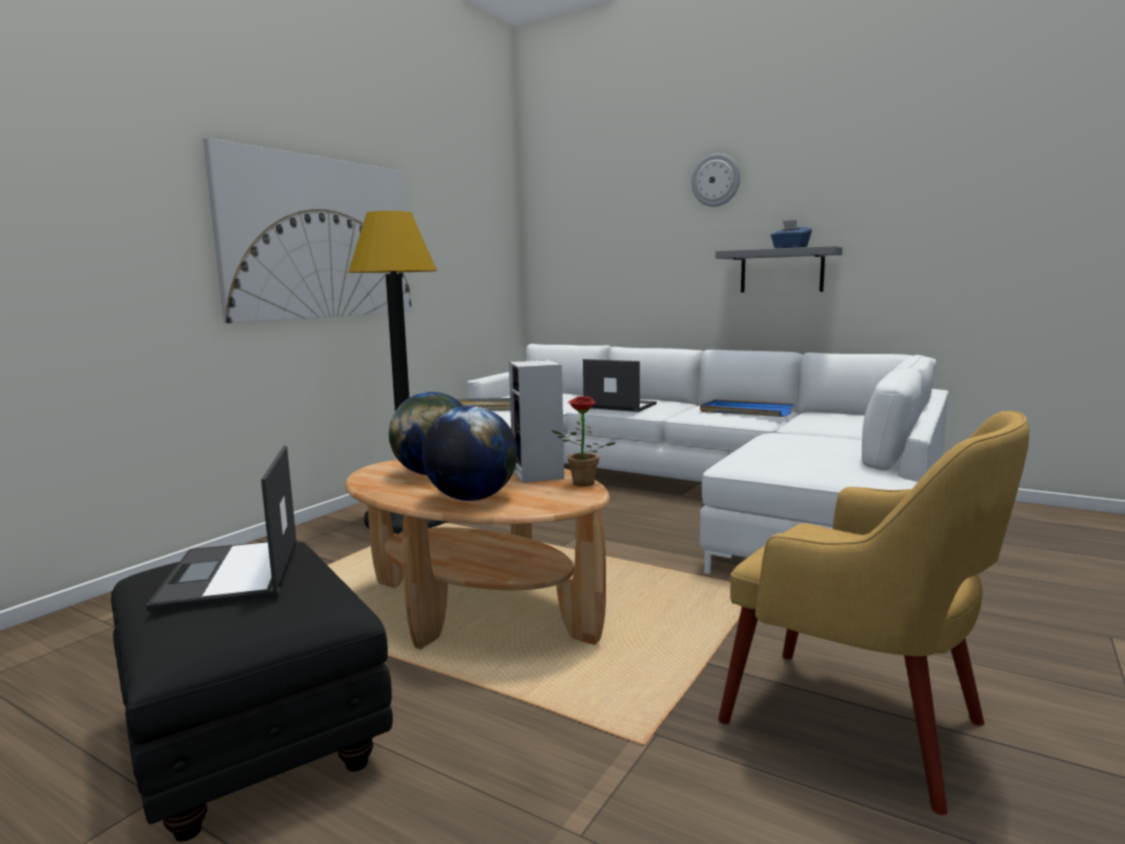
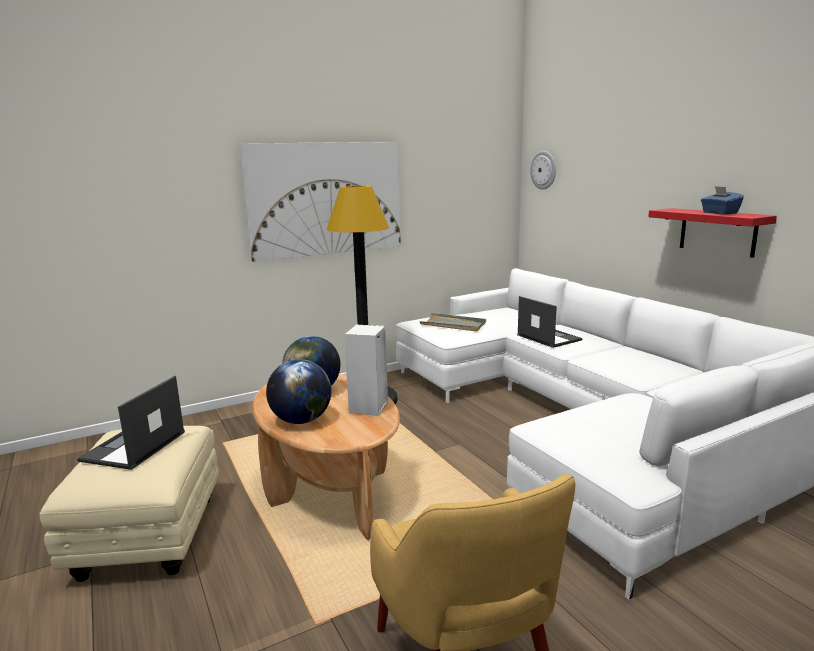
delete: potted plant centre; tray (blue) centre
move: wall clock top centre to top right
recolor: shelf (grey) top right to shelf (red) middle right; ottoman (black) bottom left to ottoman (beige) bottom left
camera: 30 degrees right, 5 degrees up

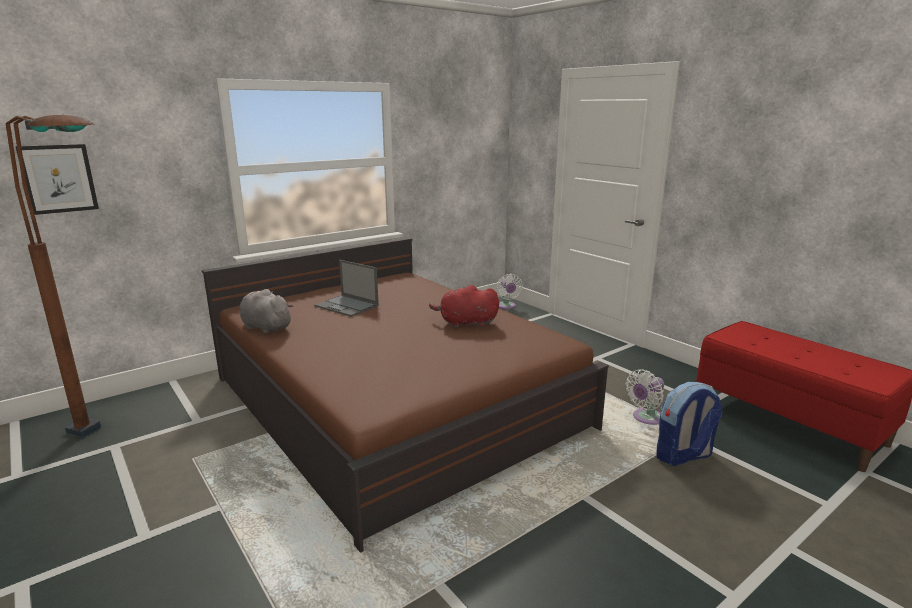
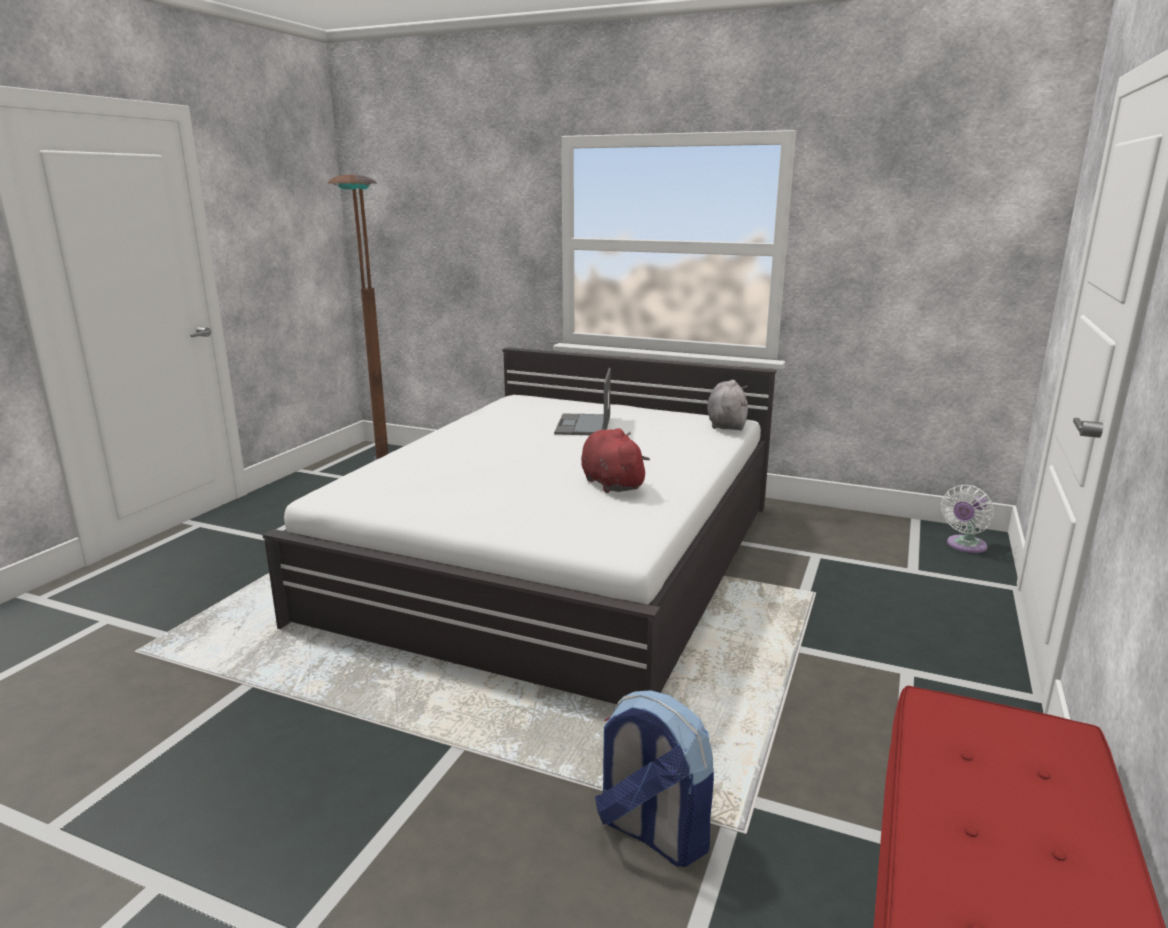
delete: picture top left; fan (white) (2nd from left) middle right
move: plush toy (grey) middle left to centre
recolor: bed (brown) centre to bed (white) centre
camera: 60 degrees right, 0 degrees up

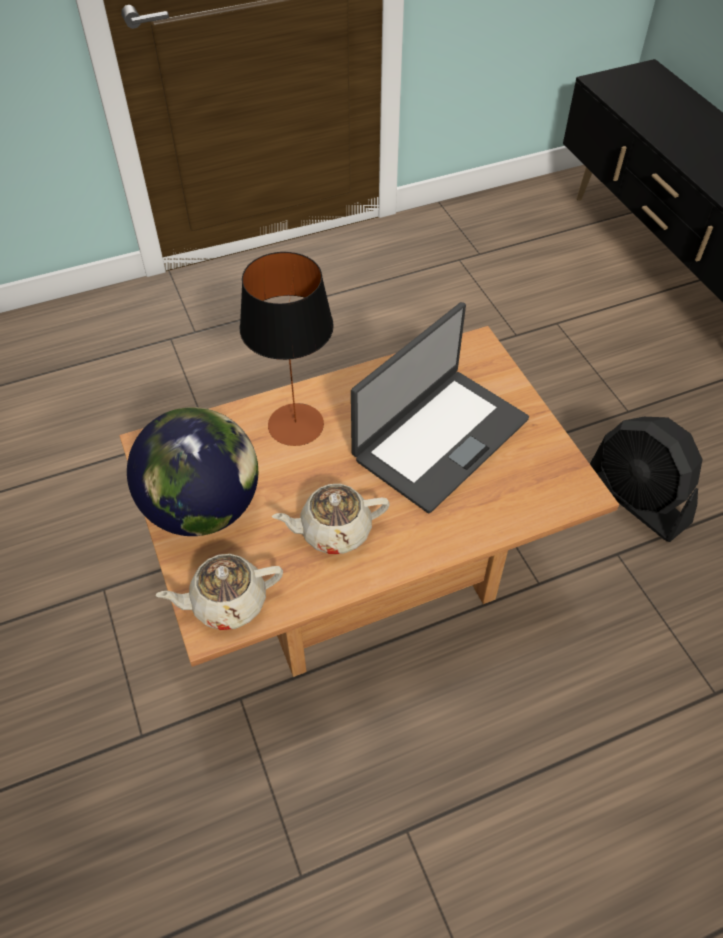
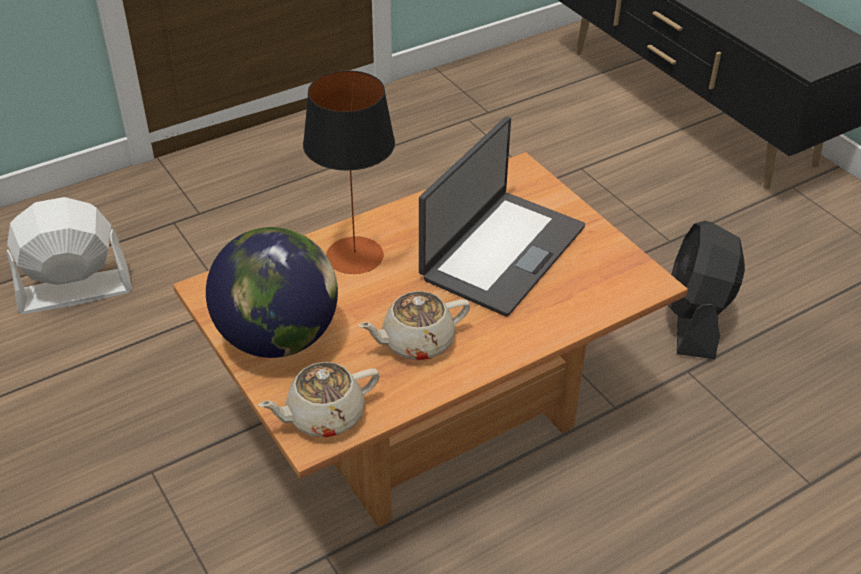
insert: fan (white) middle left
rotate: fan (black) middle right = middle right 60 degrees clockwise
camera: 10 degrees left, 10 degrees down

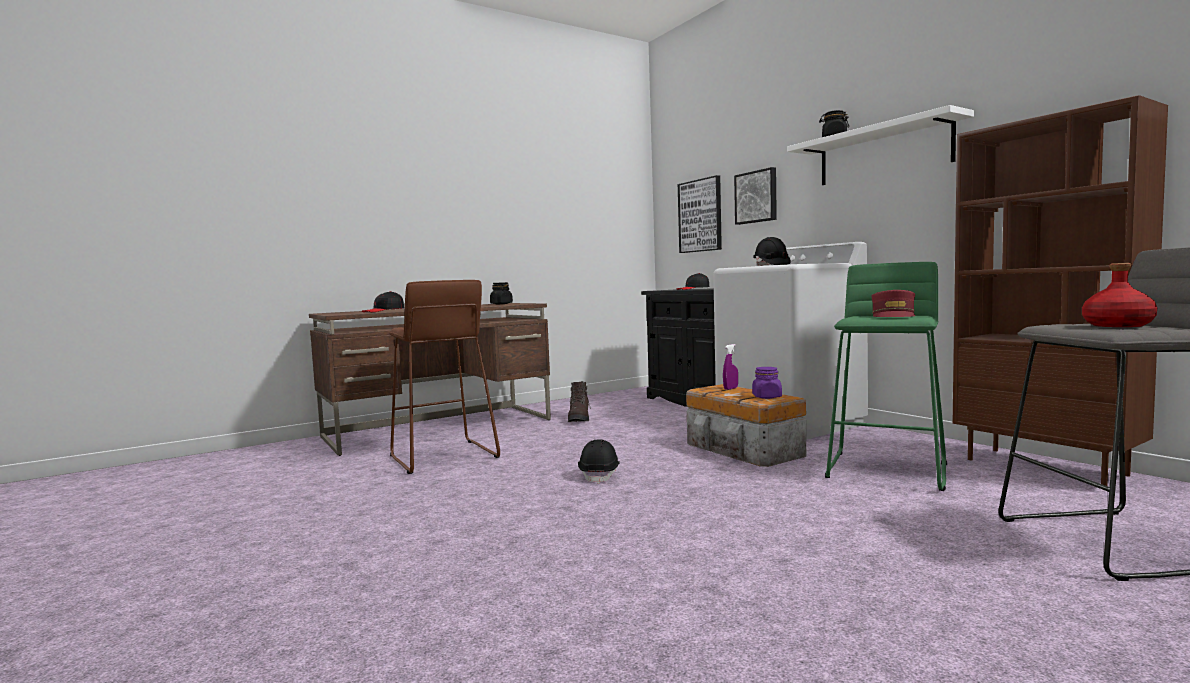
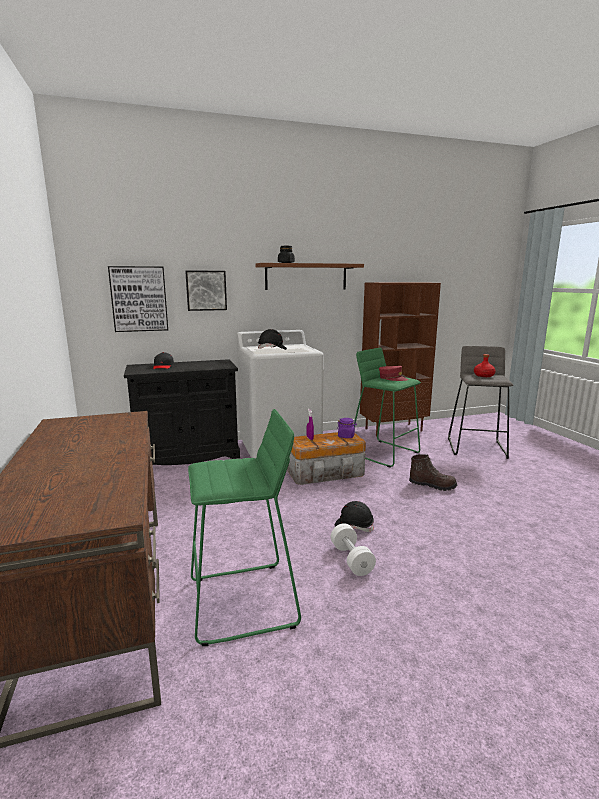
delete: jar (black) (1st from left) centre; cap (black) (1st from left) middle left
insert: dumbbell (white) bottom centre
move: boot (brown) centre to middle right
recolor: shelf (white) top right to shelf (brown) centre; stool (brown) centre to stool (green) (1st from left) centre
camera: 75 degrees left, 10 degrees up

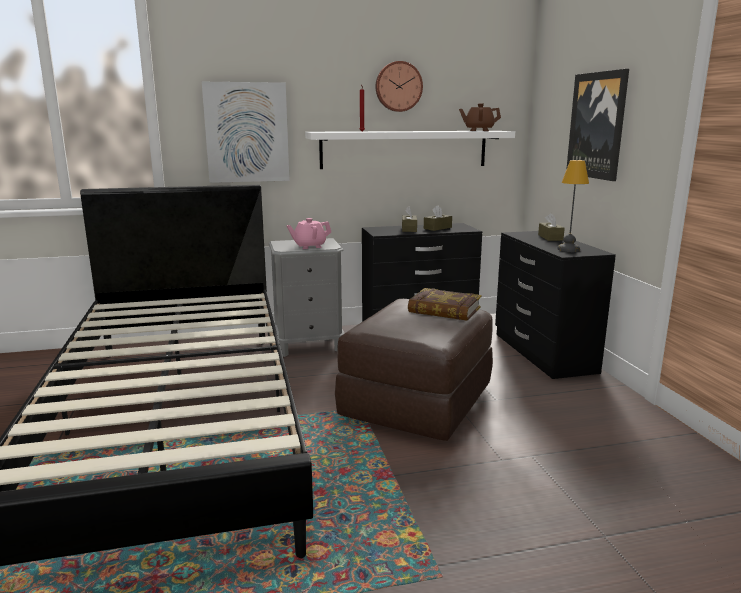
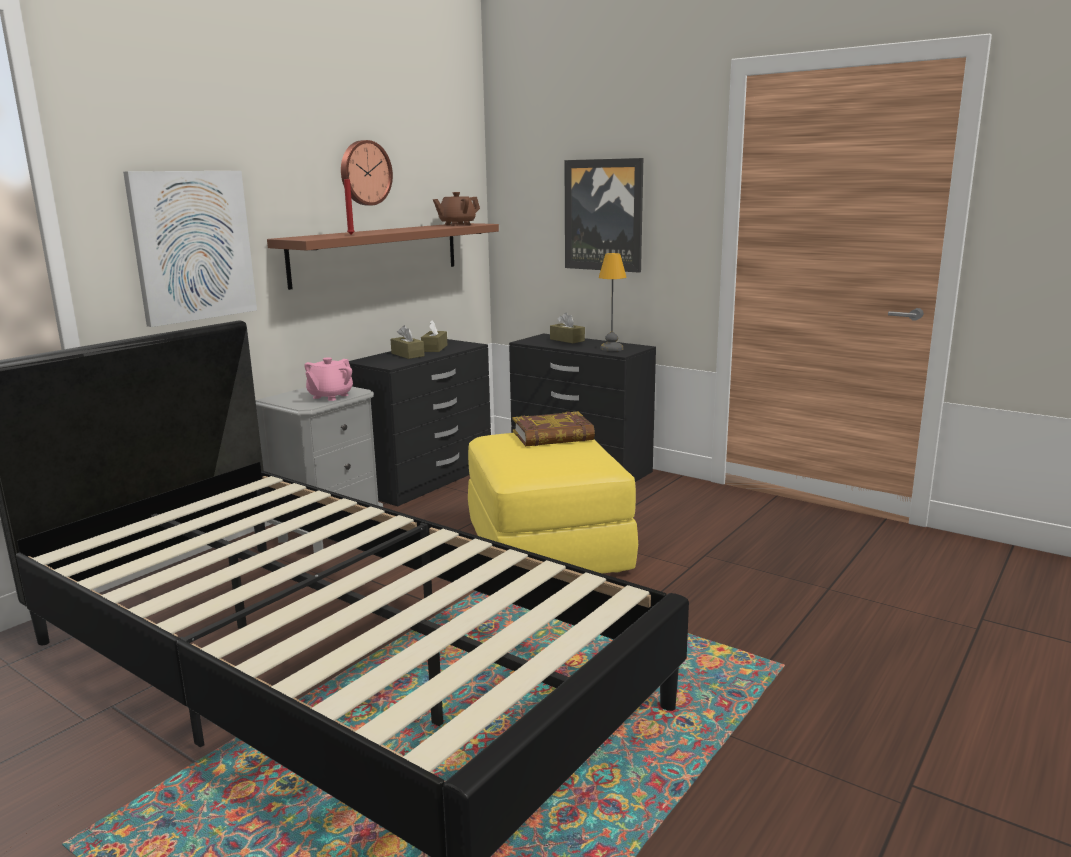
recolor: shelf (white) top centre to shelf (brown) top centre; ottoman (brown) centre to ottoman (yellow) centre
camera: 40 degrees left, 0 degrees up

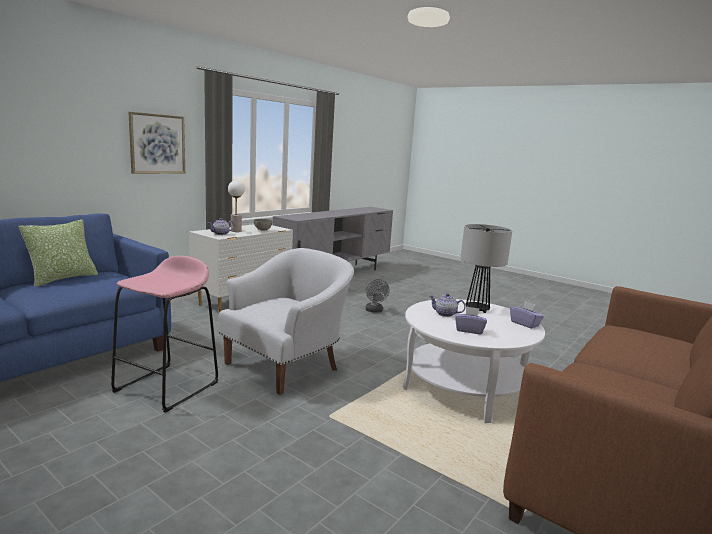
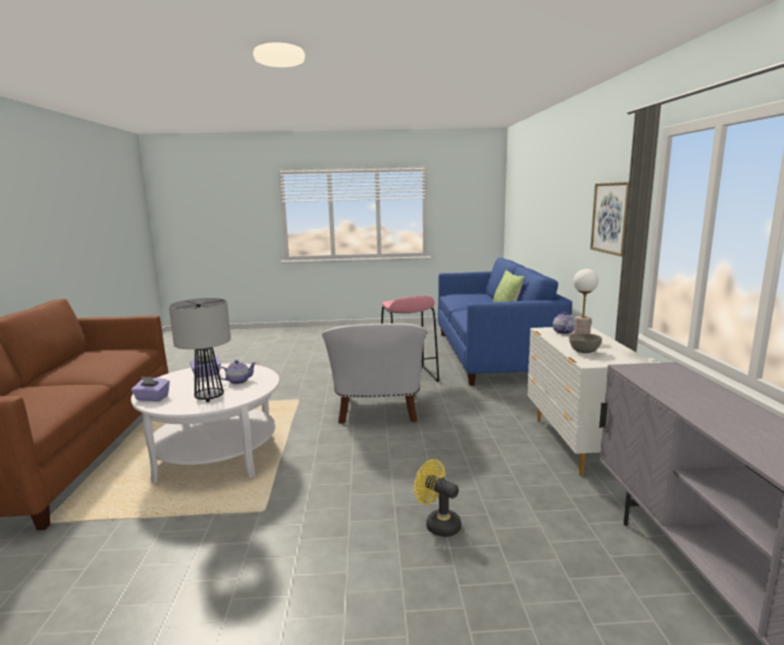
recolor: fan (grey) centre to fan (yellow) bottom centre
camera: 140 degrees right, 0 degrees up

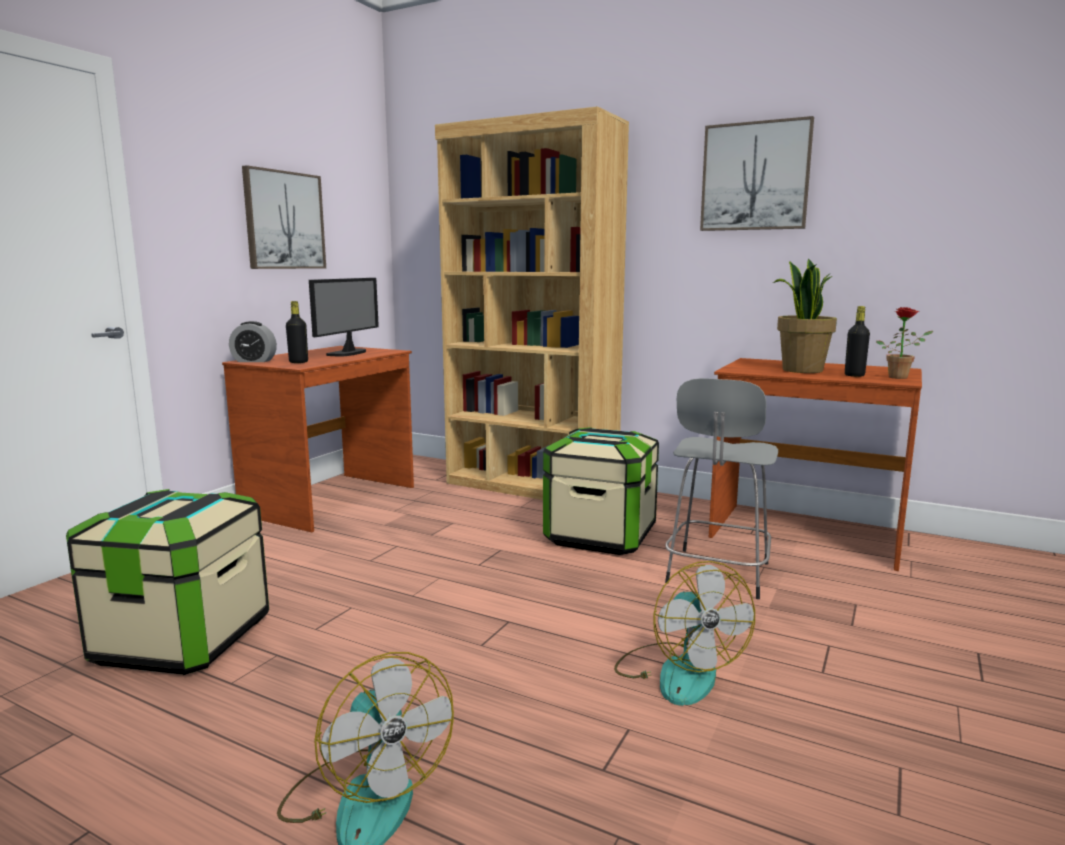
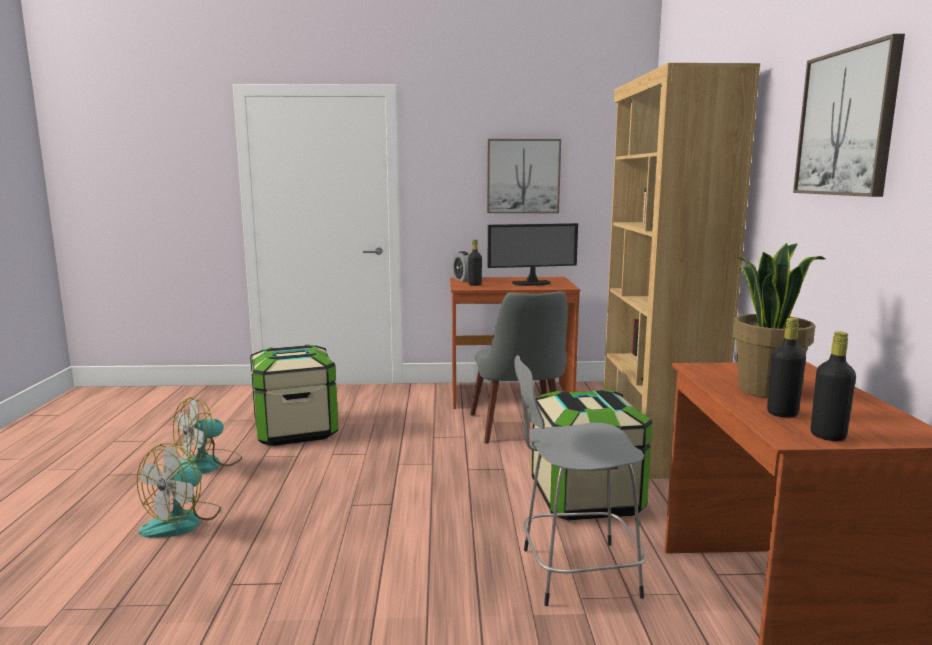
insert: chair (grey) centre
move: fan (2nd from left) bottom centre to bottom left
replace: potted plant (2nd from left) middle right to bottle (black) (3rd from left) middle right
camera: 60 degrees right, 0 degrees up

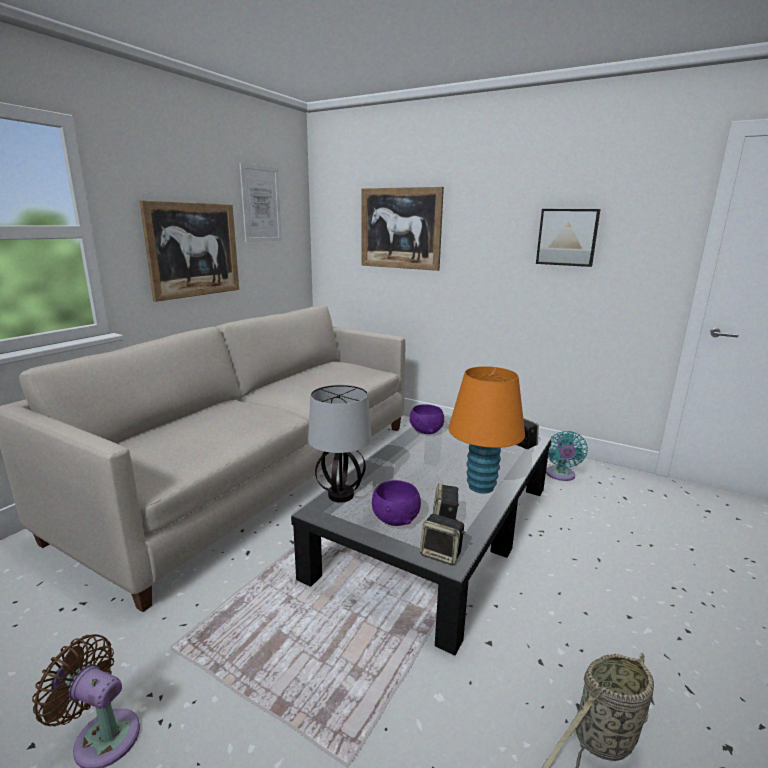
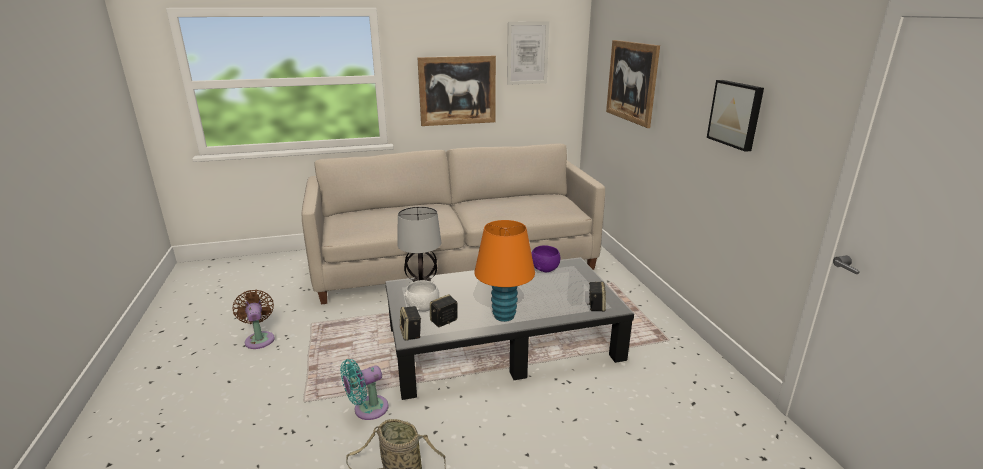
move: fan (turquoise) middle right to bottom centre
recolor: bowl (purple) (1st from left) centre to bowl (white) centre
camera: 45 degrees right, 5 degrees up

